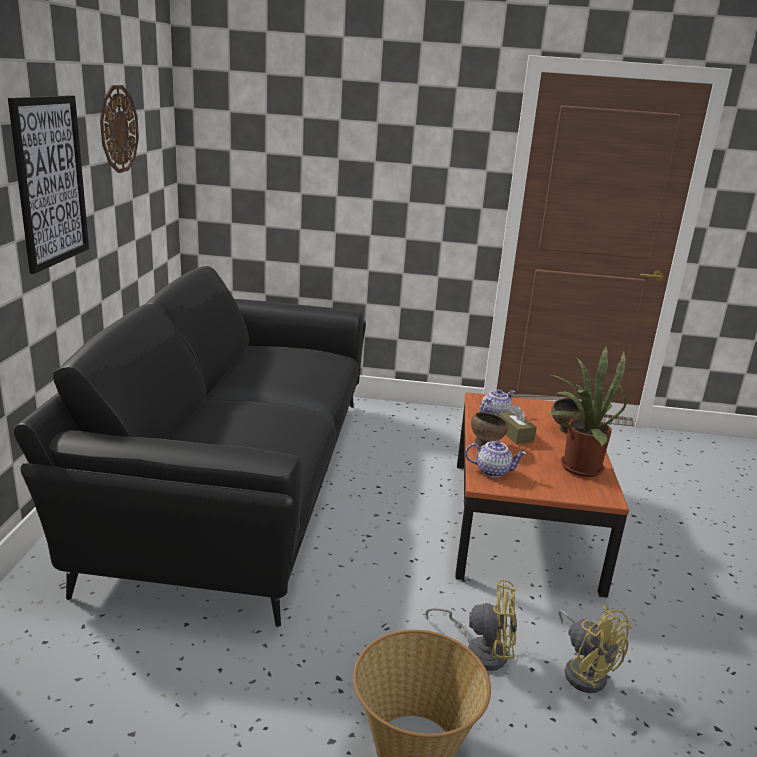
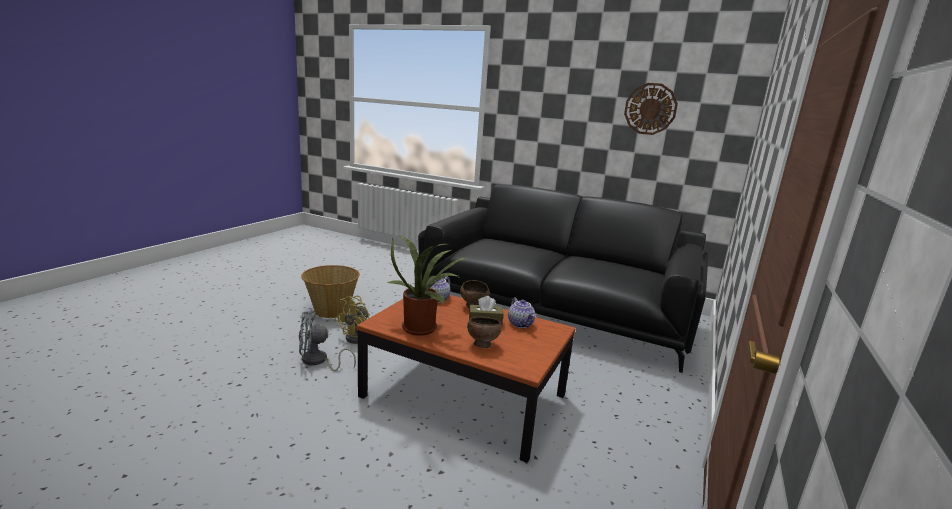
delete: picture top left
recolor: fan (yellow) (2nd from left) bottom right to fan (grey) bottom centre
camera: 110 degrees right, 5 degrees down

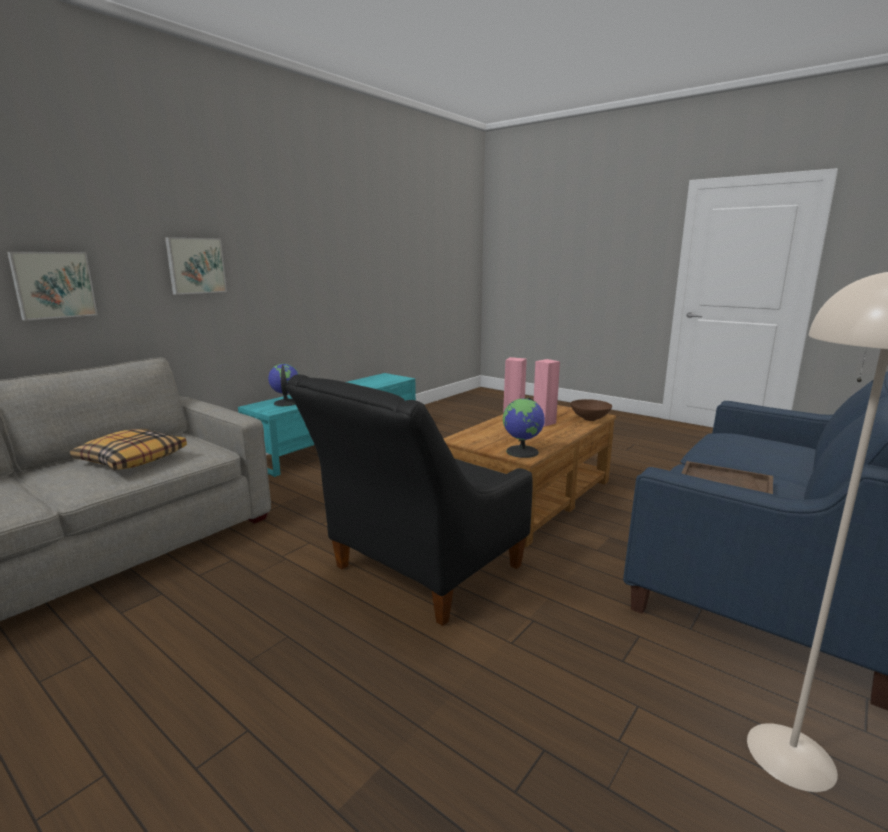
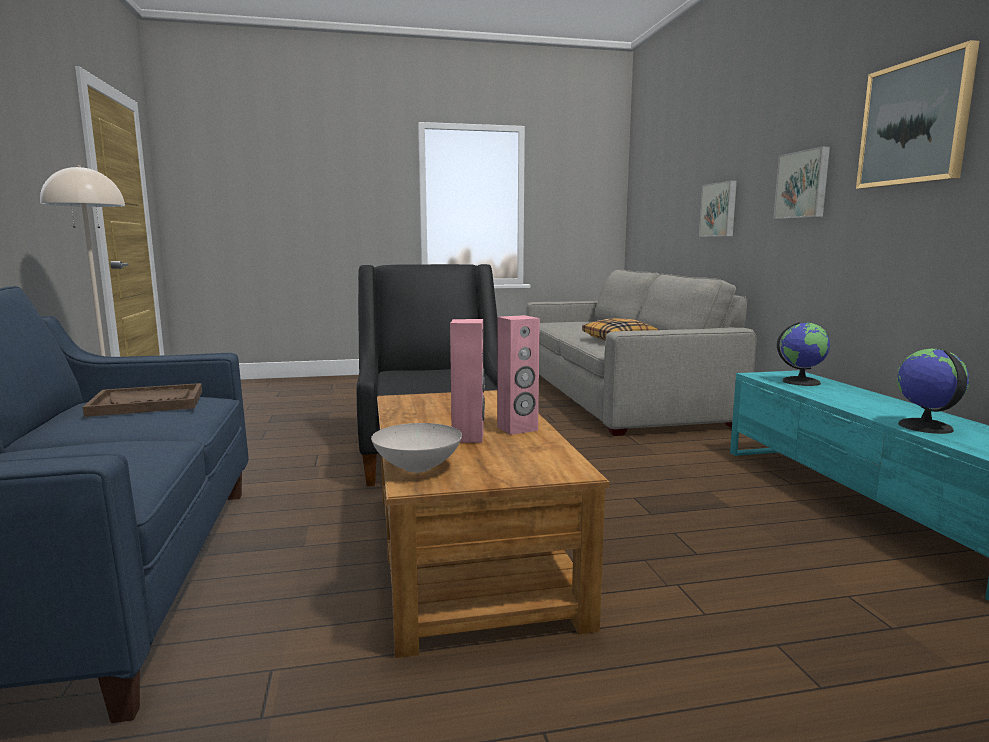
insert: picture (3rd from left) top right
move: globe (2nd from left) centre to middle right
recolor: bowl (brown) centre to bowl (white) centre
camera: 130 degrees right, 5 degrees down

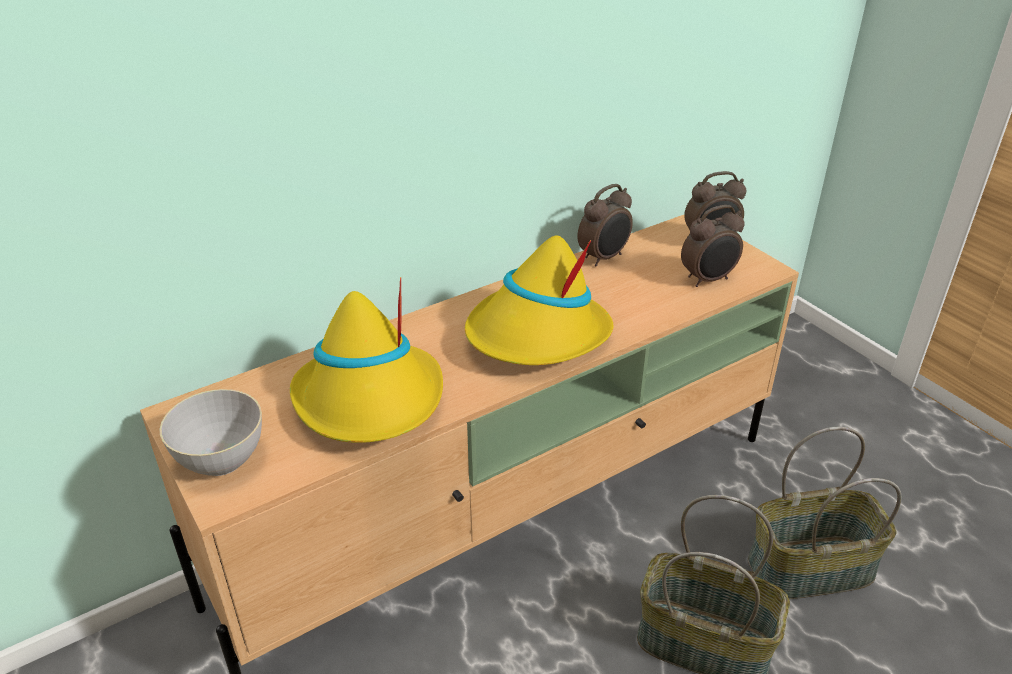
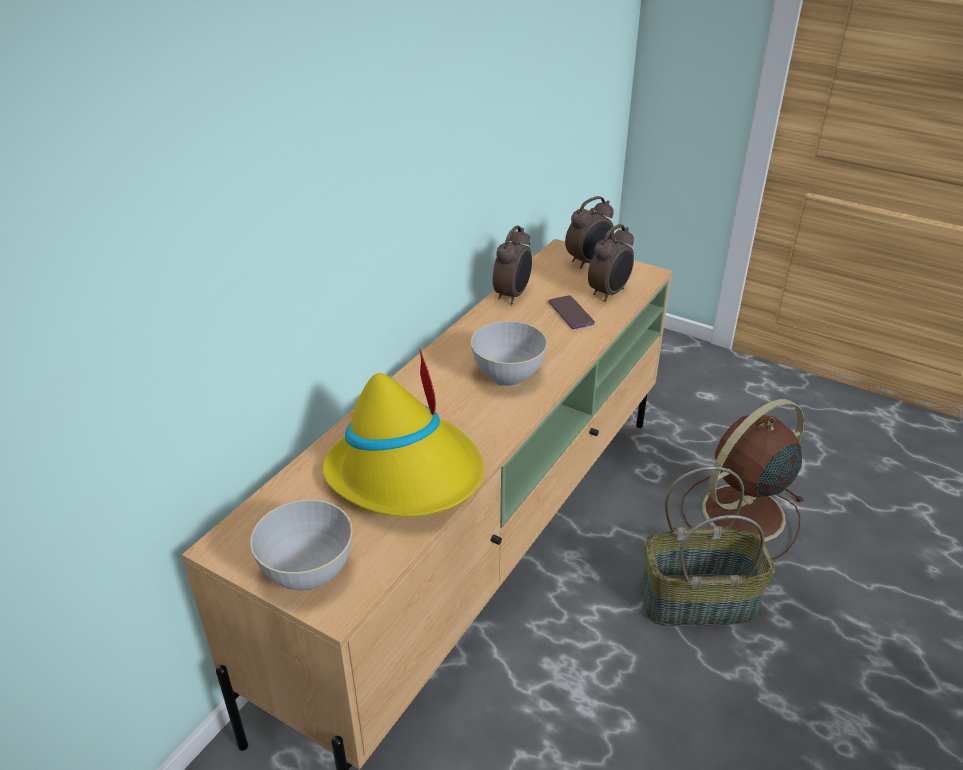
insert: phone centre
replace: hat (yellow) (2nd from left) centre to bowl (grey) (2nd from left) centre; basket (2nd from left) bottom right to fan (brown) middle right
camera: 25 degrees left, 0 degrees up

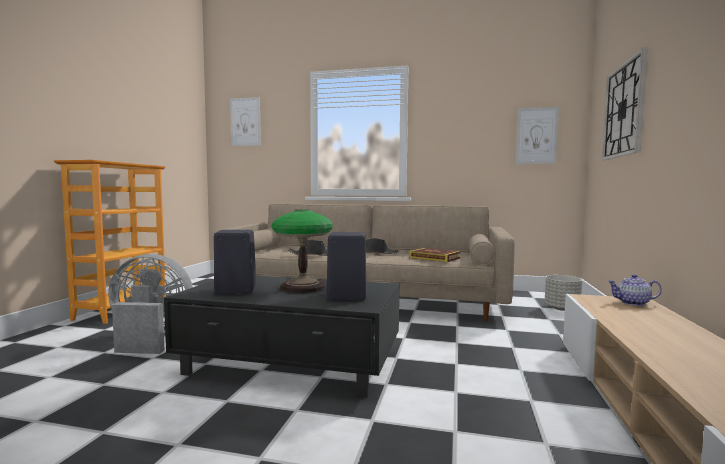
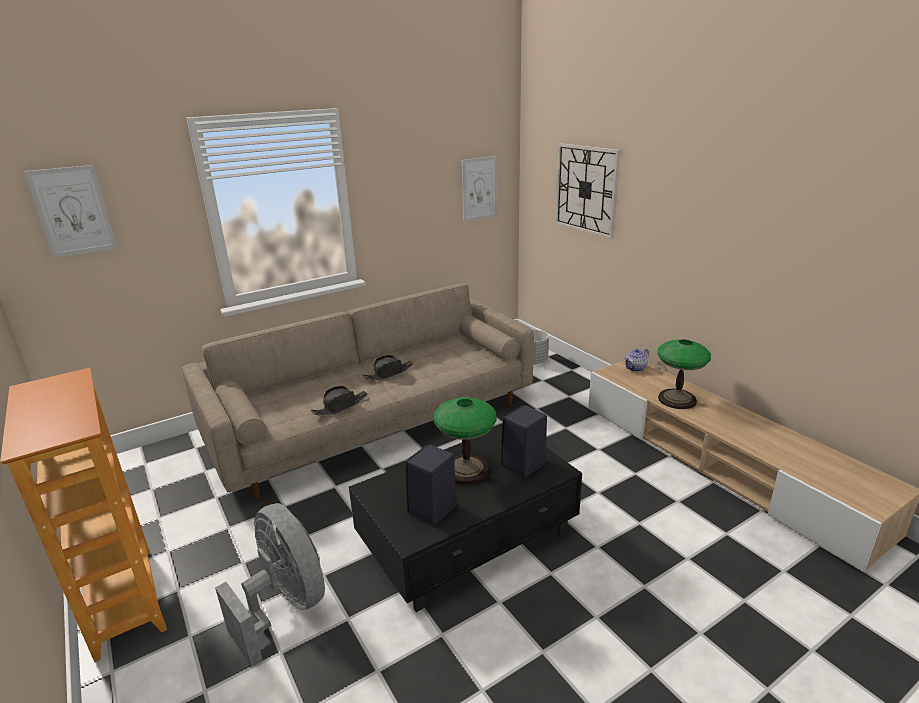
delete: book centre
insert: table lamp (2nd from left) middle right
rotate: fan (grey) middle left = bottom left 90 degrees clockwise
camera: 45 degrees left, 20 degrees up

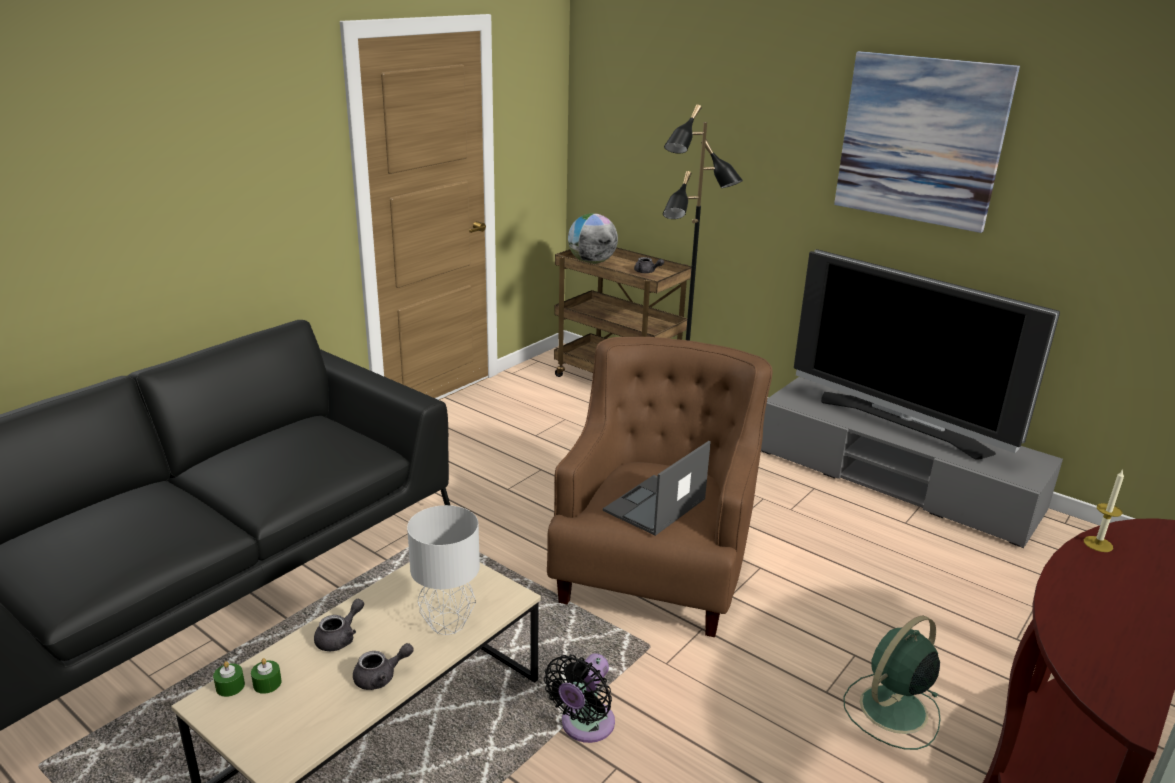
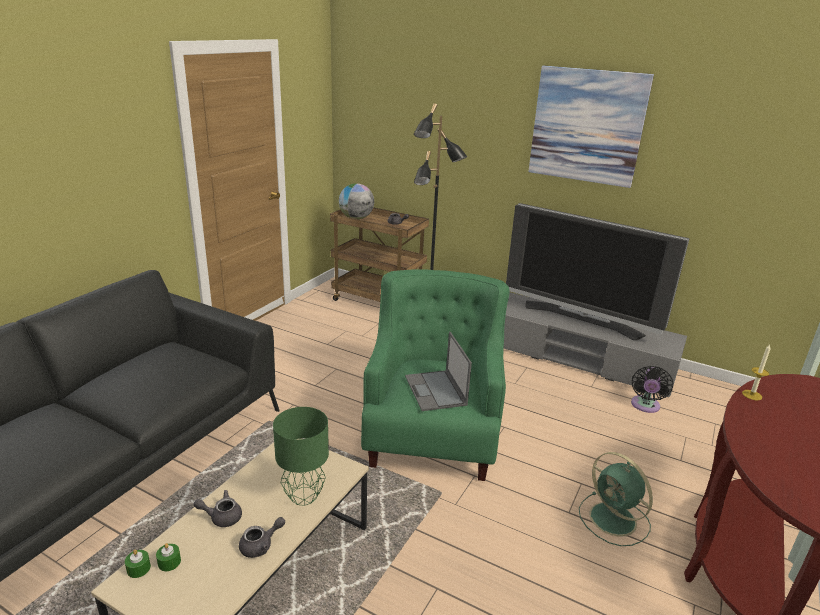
move: fan (black) bottom centre to middle right
recolor: armchair (brown) centre to armchair (green) centre; table lamp (grey) bottom centre to table lamp (green) bottom centre
rotate: laptop centre = centre 45 degrees counterclockwise; teapot (grey) (1st from left) bottom left = bottom left 120 degrees counterclockwise; fan (green) bottom right = bottom right 75 degrees counterclockwise
camera: 10 degrees left, 0 degrees up

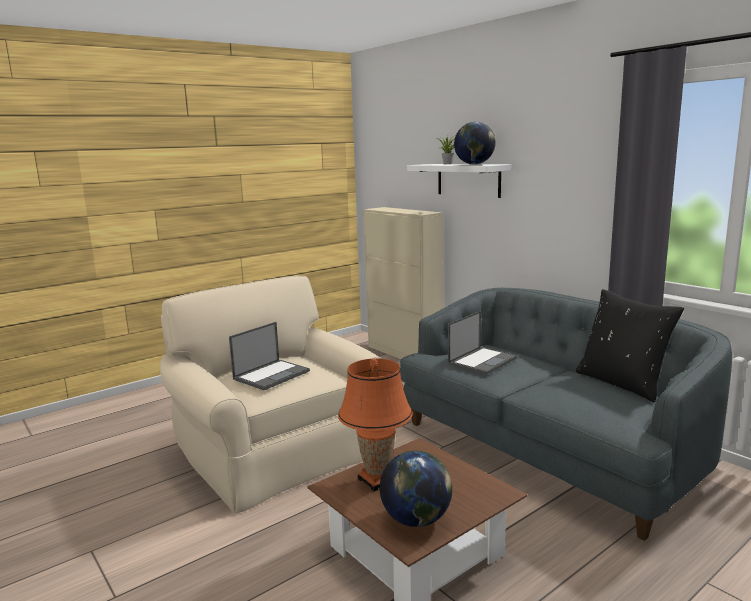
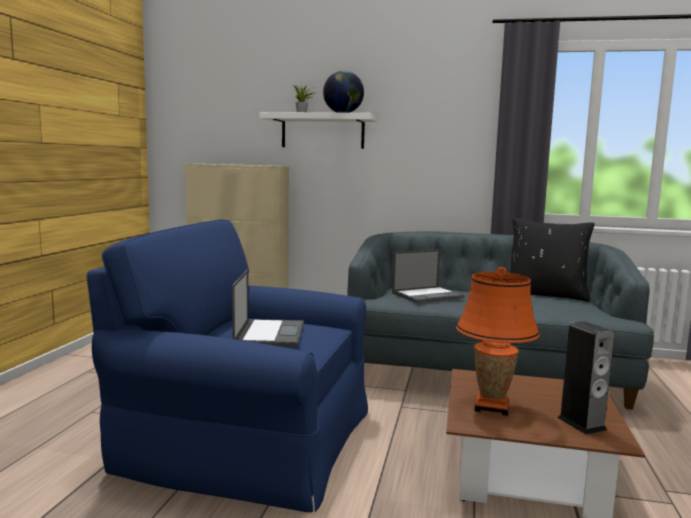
replace: globe (1st from left) bottom centre to speaker bottom right
recolor: armchair (beige) centre to armchair (blue) bottom left
rotate: laptop (2nd from left) centre = centre 60 degrees clockwise
camera: 40 degrees left, 5 degrees down

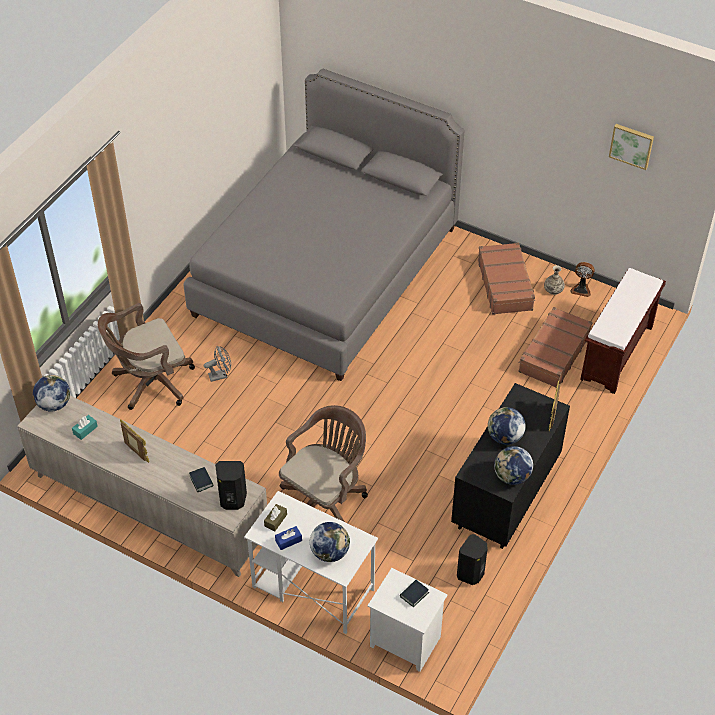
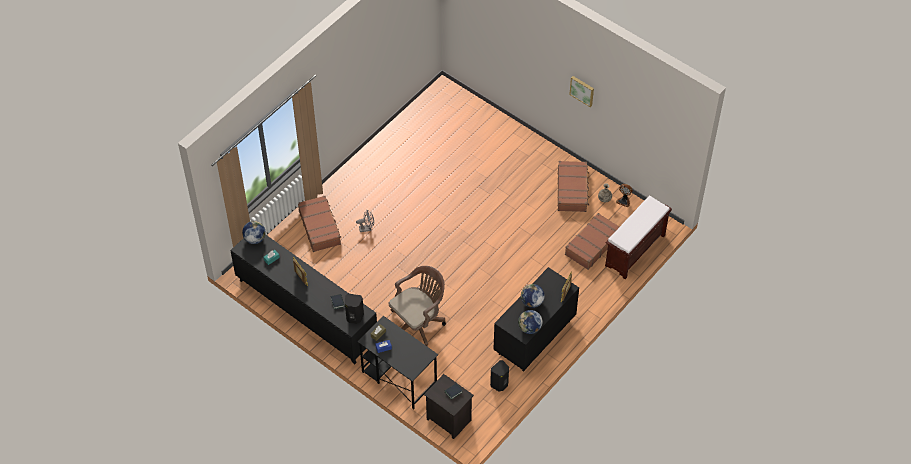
delete: bed (grey) top centre; globe (2nd from left) bottom centre
move: picture top right to top centre
replace: office chair (brown) (1st from left) middle left to suitcase (brown) (1st from left) centre
recolor: cabinet (beige) bottom left to cabinet (black) centre; desk (white) bottom centre to desk (black) bottom centre; nightstand (white) bottom centre to nightstand (black) bottom centre
camera: 10 degrees right, 5 degrees up

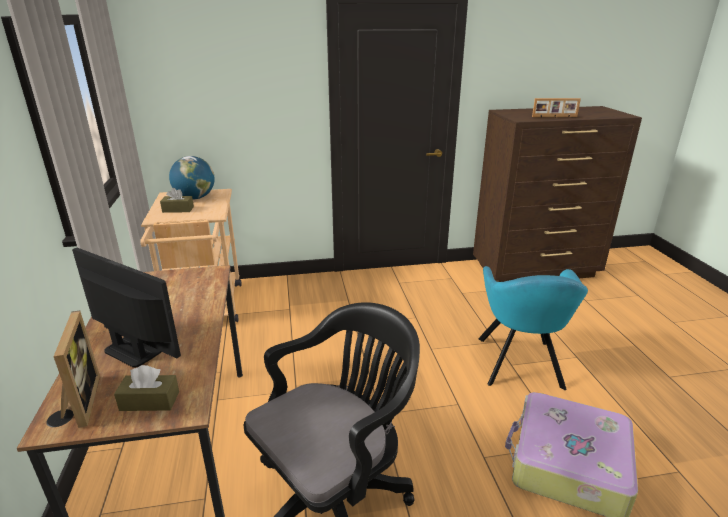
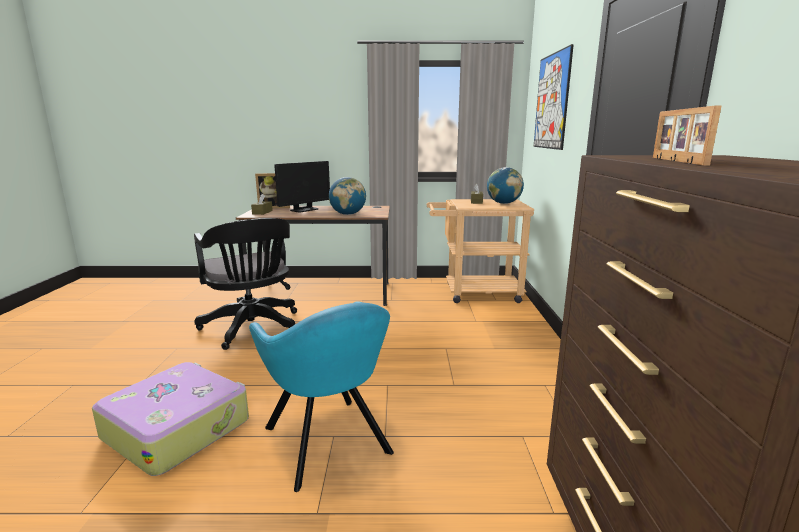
insert: picture top right; globe (1st from left) centre
rotate: armchair (turquoise) middle right = bottom centre 135 degrees counterclockwise
camera: 100 degrees right, 10 degrees down

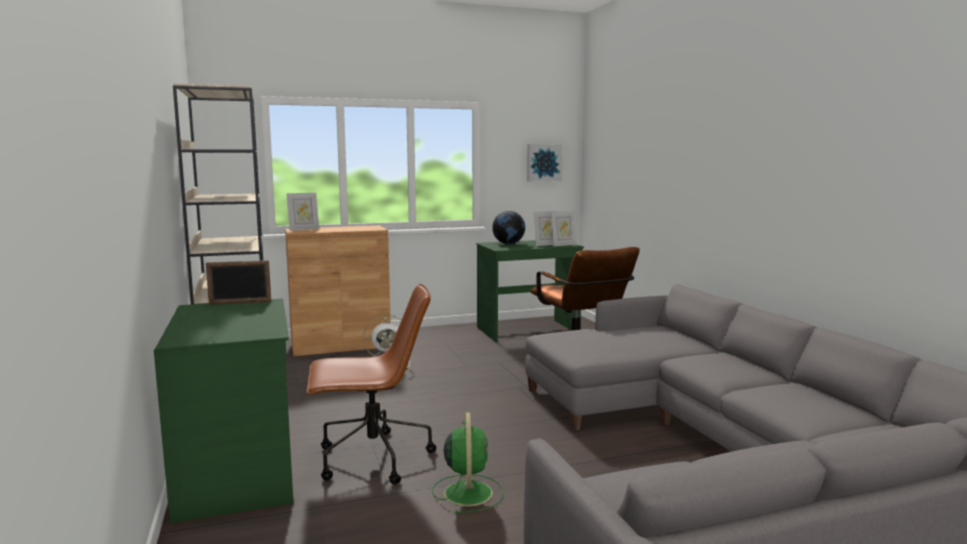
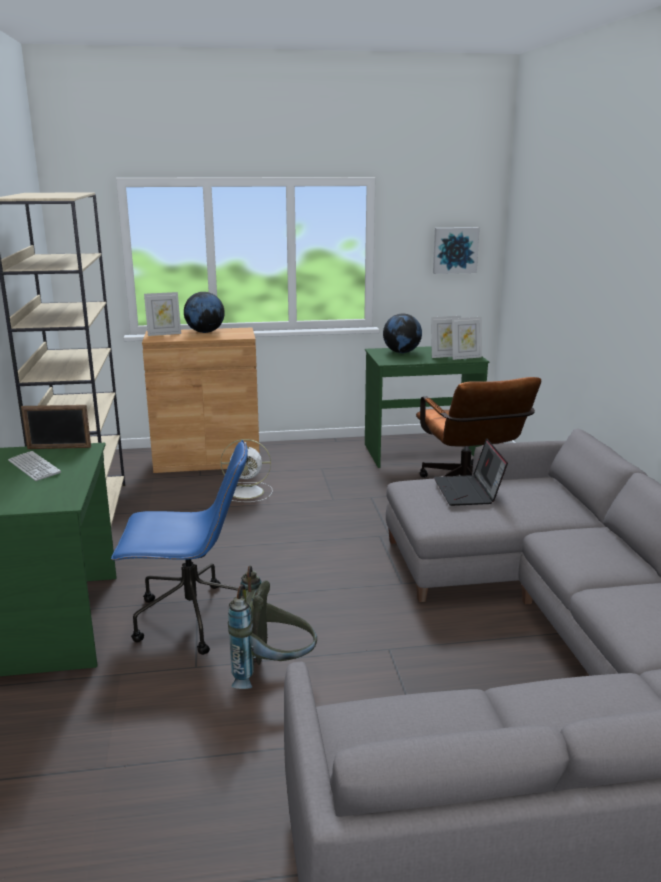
insert: globe (1st from left) middle left; laptop middle right; keyboard middle left
replace: fan (green) bottom centre to backpack (grey) bottom centre
recolor: office chair (brown) (1st from left) bottom centre to office chair (blue) middle left
camera: 10 degrees right, 10 degrees up

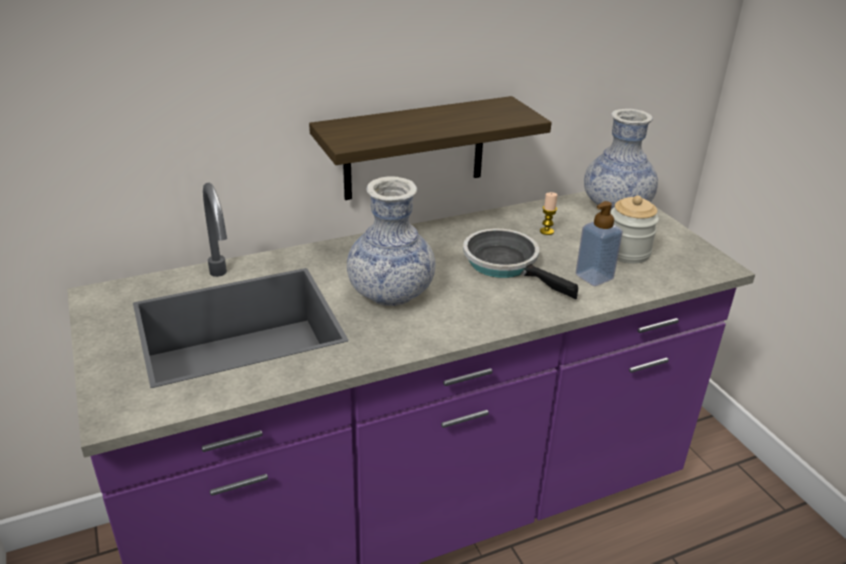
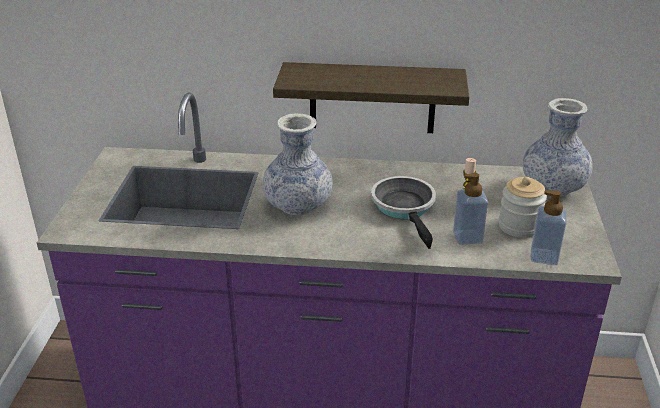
insert: soap dispenser (2nd from left) middle right
camera: 30 degrees right, 0 degrees up

